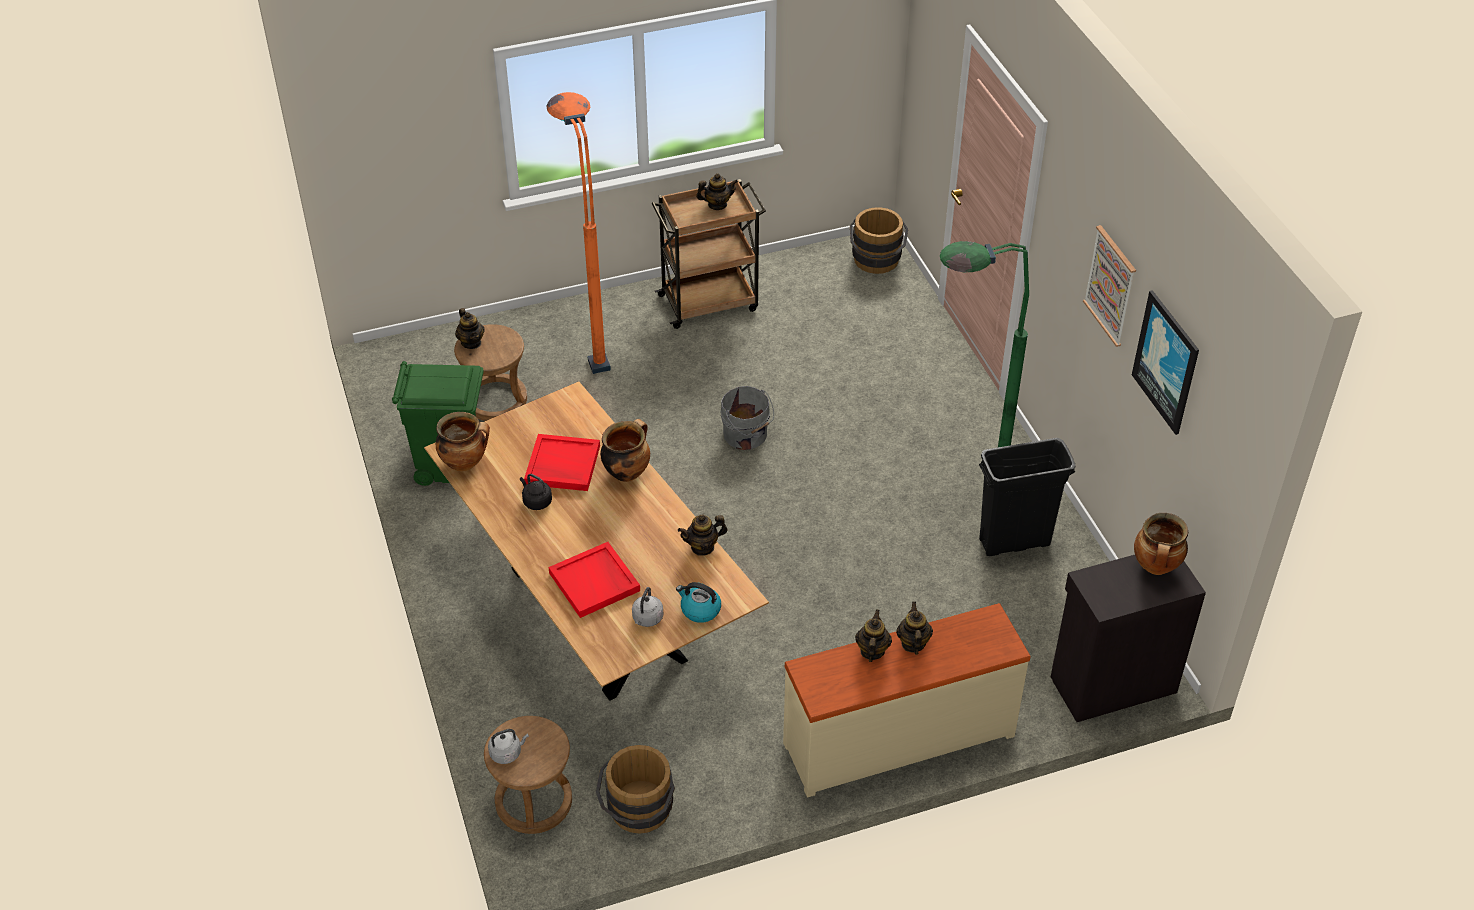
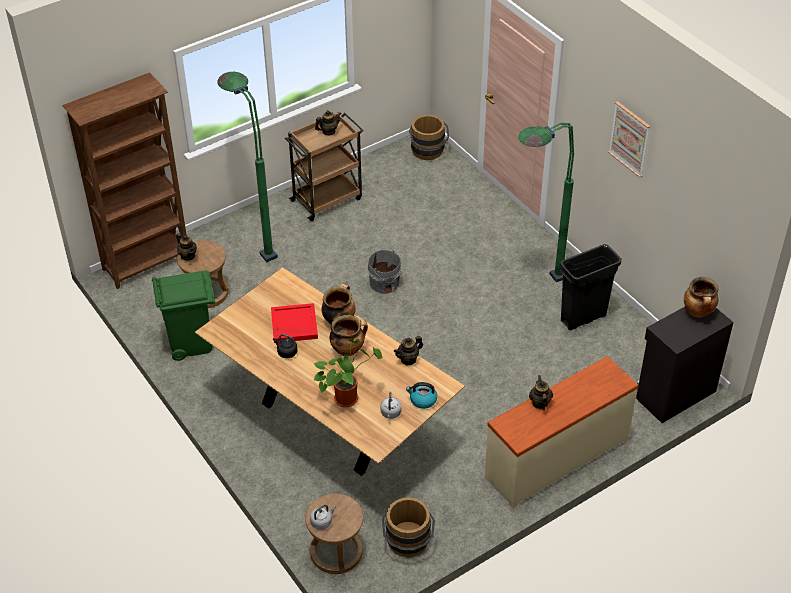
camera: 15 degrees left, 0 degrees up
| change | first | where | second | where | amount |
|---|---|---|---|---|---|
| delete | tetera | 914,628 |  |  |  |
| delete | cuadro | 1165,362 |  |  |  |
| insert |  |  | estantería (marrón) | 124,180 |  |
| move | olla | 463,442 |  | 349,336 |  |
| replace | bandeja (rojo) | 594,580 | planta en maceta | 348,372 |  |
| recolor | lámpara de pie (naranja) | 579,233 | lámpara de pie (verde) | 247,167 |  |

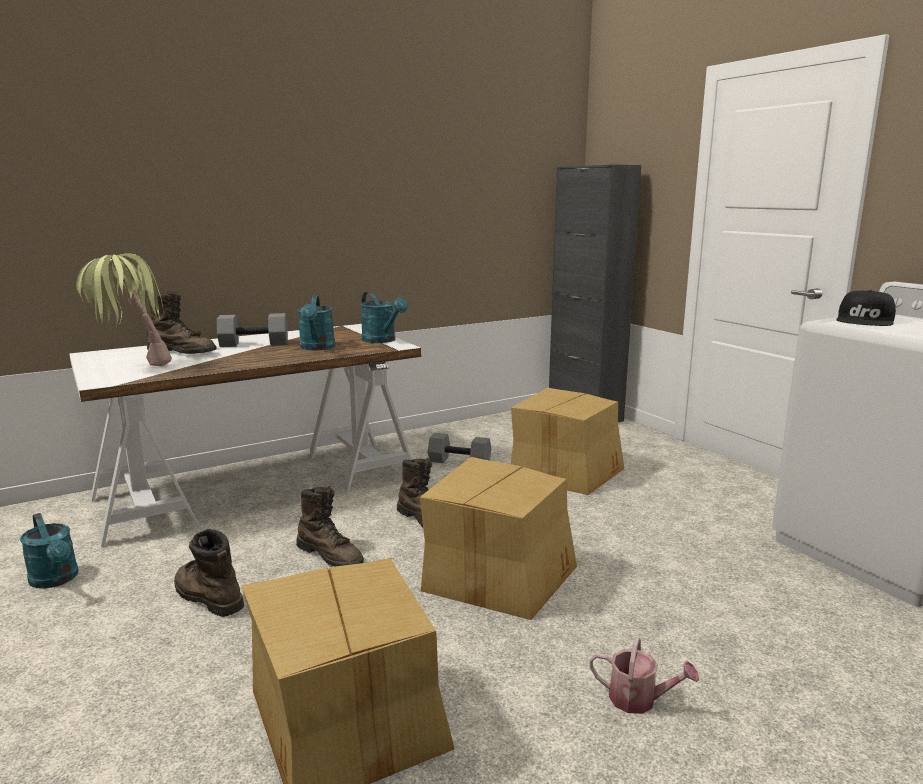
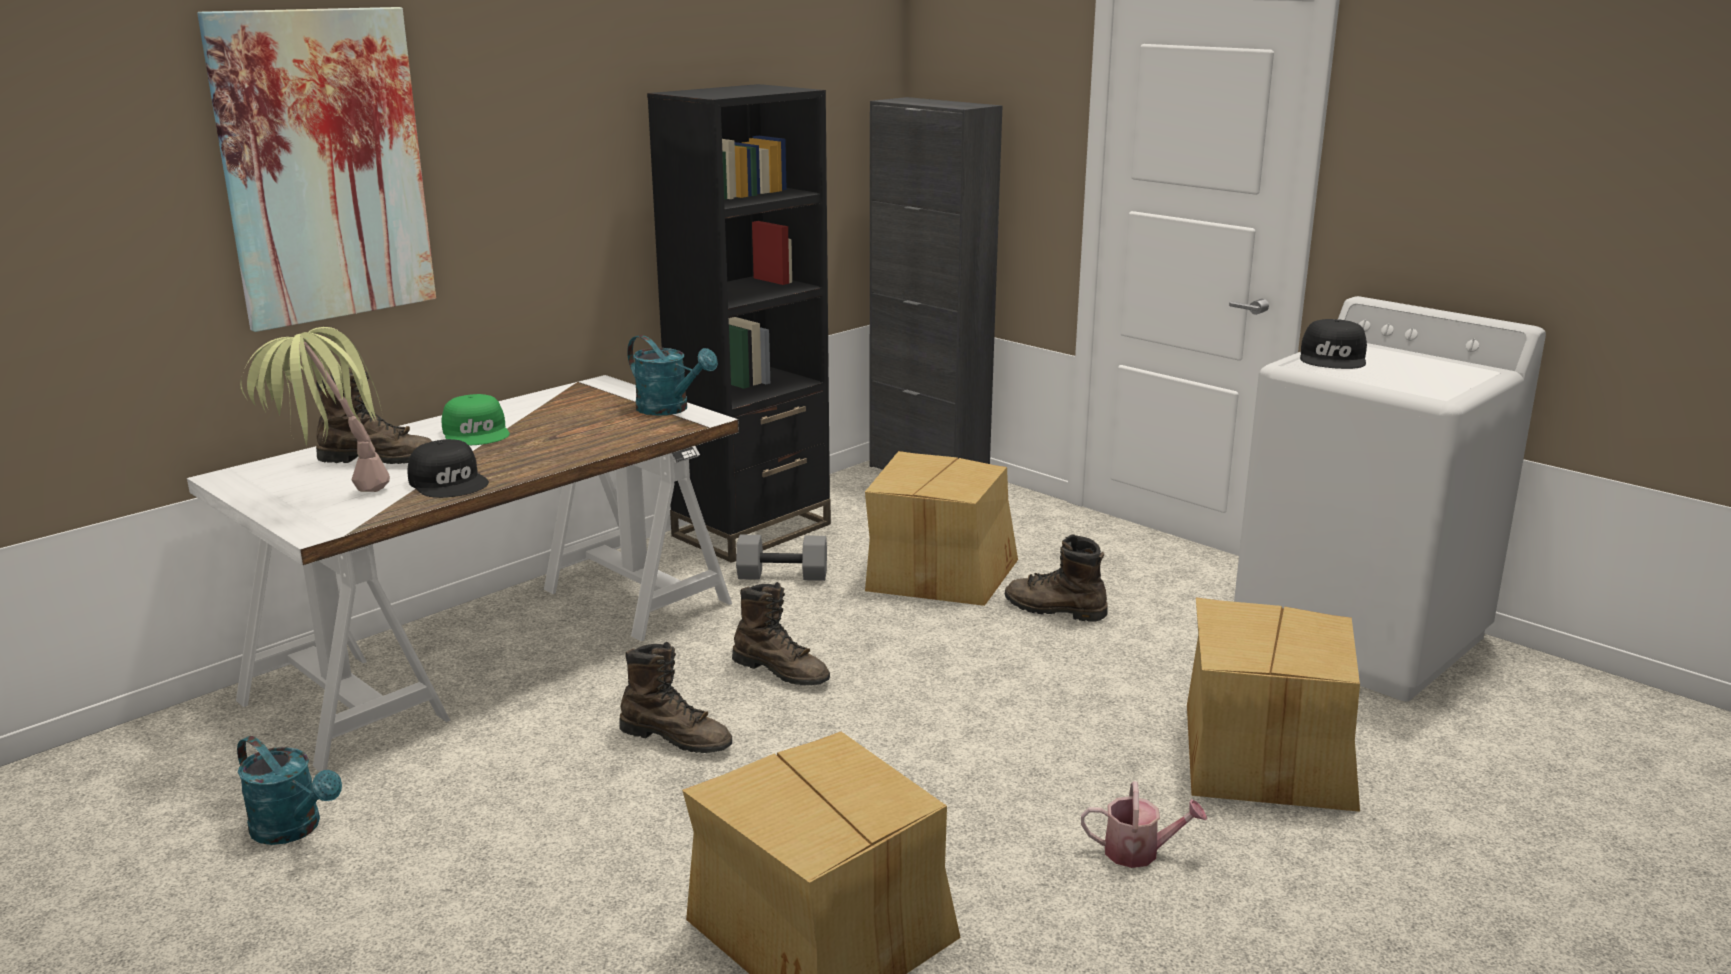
camera: 15 degrees left, 5 degrees up
| change | first | where | second | where | amount |
|---|---|---|---|---|---|
| delete | regadera (turquesa) | 316,323 |  |  |  |
| insert |  |  | cuadro | 316,169 |  |
| insert |  |  | gorra (negro) | 448,468 |  |
| insert |  |  | estantería (negro) | 739,323 |  |
| move | bota (marrón) | 209,573 |  | 1056,578 |  |
| move | caja de cartón | 498,538 |  | 1273,704 |  |
| replace | mancuerna (gris) | 252,330 | gorra (verde) | 475,420 |  |

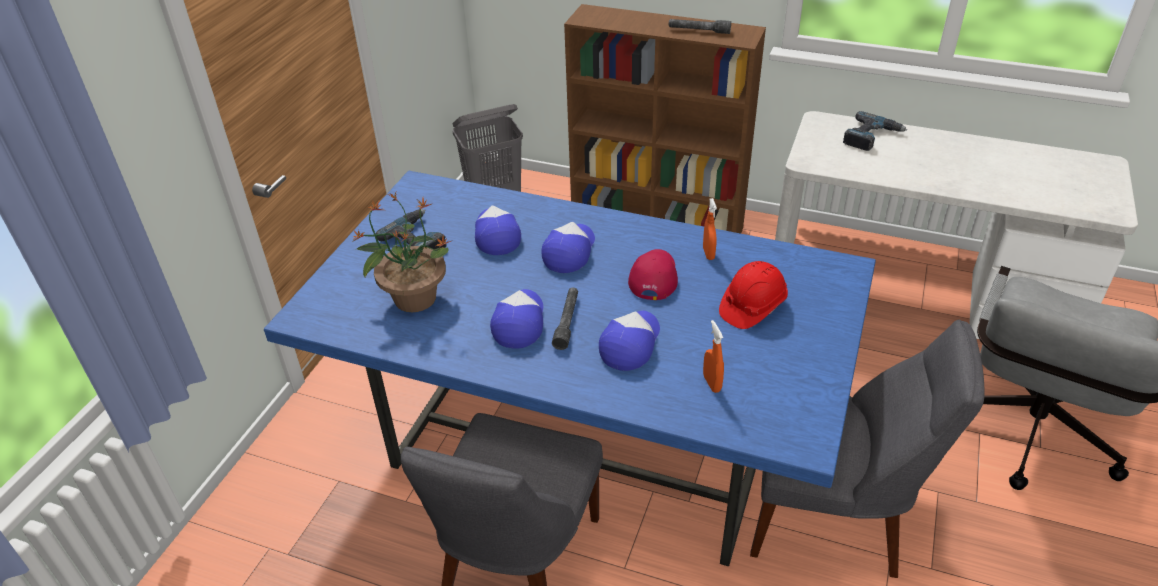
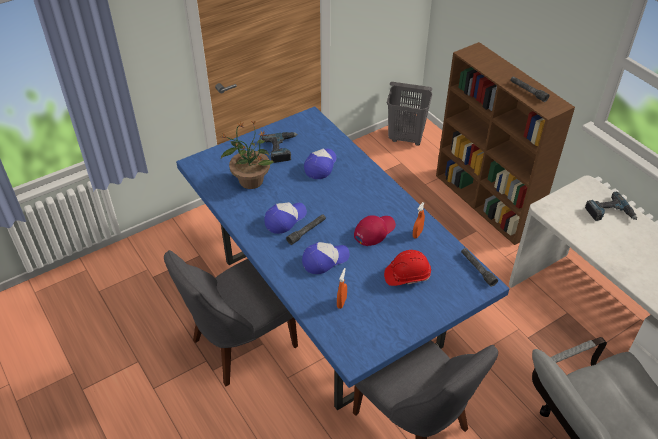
camera: 35 degrees right, 5 degrees up
| change | first | where | second | where | amount |
|---|---|---|---|---|---|
| delete | gorra | 568,247 |  |  |  |
| insert |  |  | linterna (gris) | 479,267 |  |

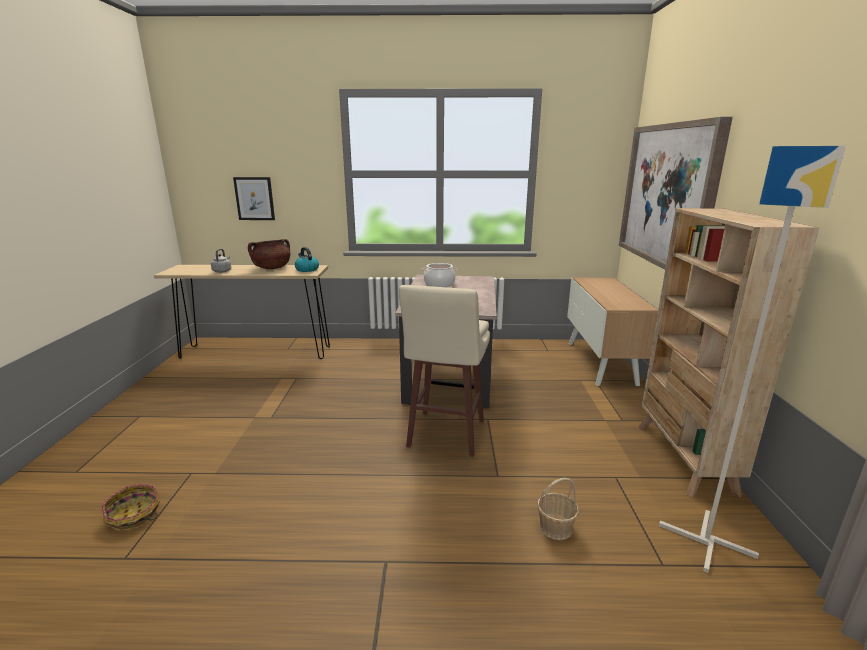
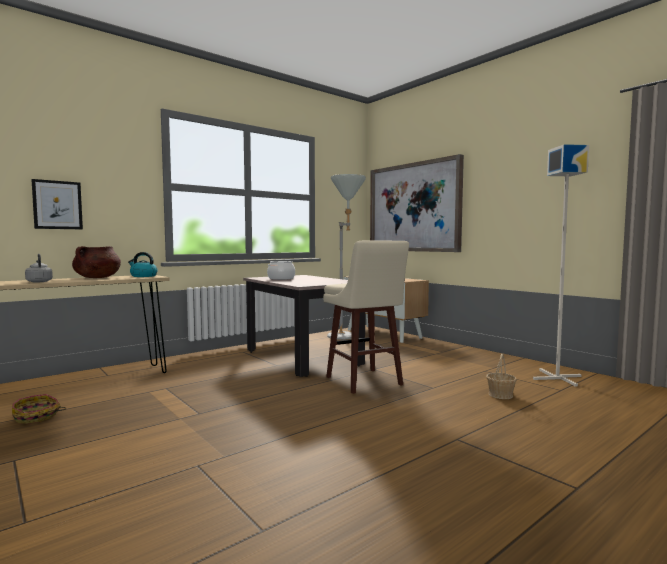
camera: 40 degrees left, 15 degrees down
| change | first | where | second | where | amount |
|---|---|---|---|---|---|
| delete | estantería (beis) | 728,353 |  |  |  |
| insert |  |  | lámpara de pie (gris) | 346,257 |  |
| move | cesta | 131,507 |  | 39,409 |  |

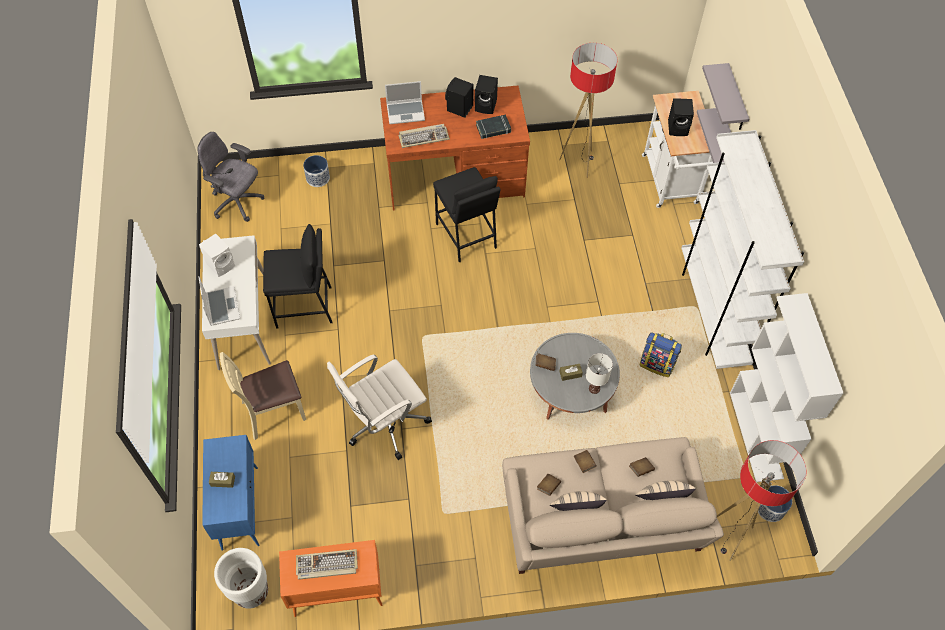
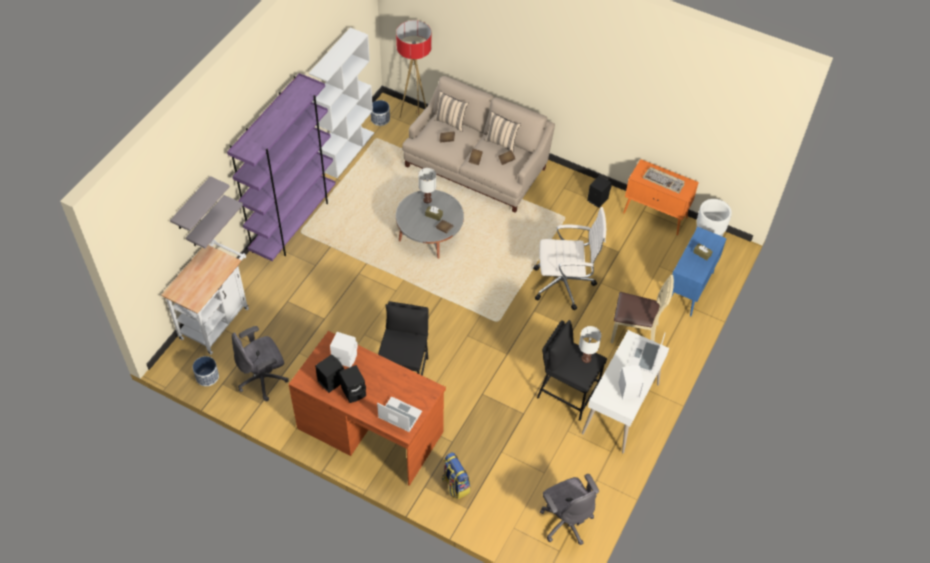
camera: 145 degrees left, 5 degrees down
| change | first | where | second | where | amount |
|---|---|---|---|---|---|
| delete | teclado | 424,136 |  |  |  |
| insert |  |  | lámpara de mesa (blanco) | 590,344 |  |
| move | maceta | 316,171 |  | 206,371 |  |
| move | mochila | 661,355 |  | 456,476 |  |
| move | altavoz (negro) | 681,117 |  | 599,192 |  |
| replace | libro (negro) | 493,126 | altavoz (blanco) | 344,350 |  |
| replace | lámpara de pie | 588,110 | silla de oficina (gris) | 260,363 |  |
| recolor | estantería (blanco) | 742,249 | estantería (morado) | 281,167 |  |

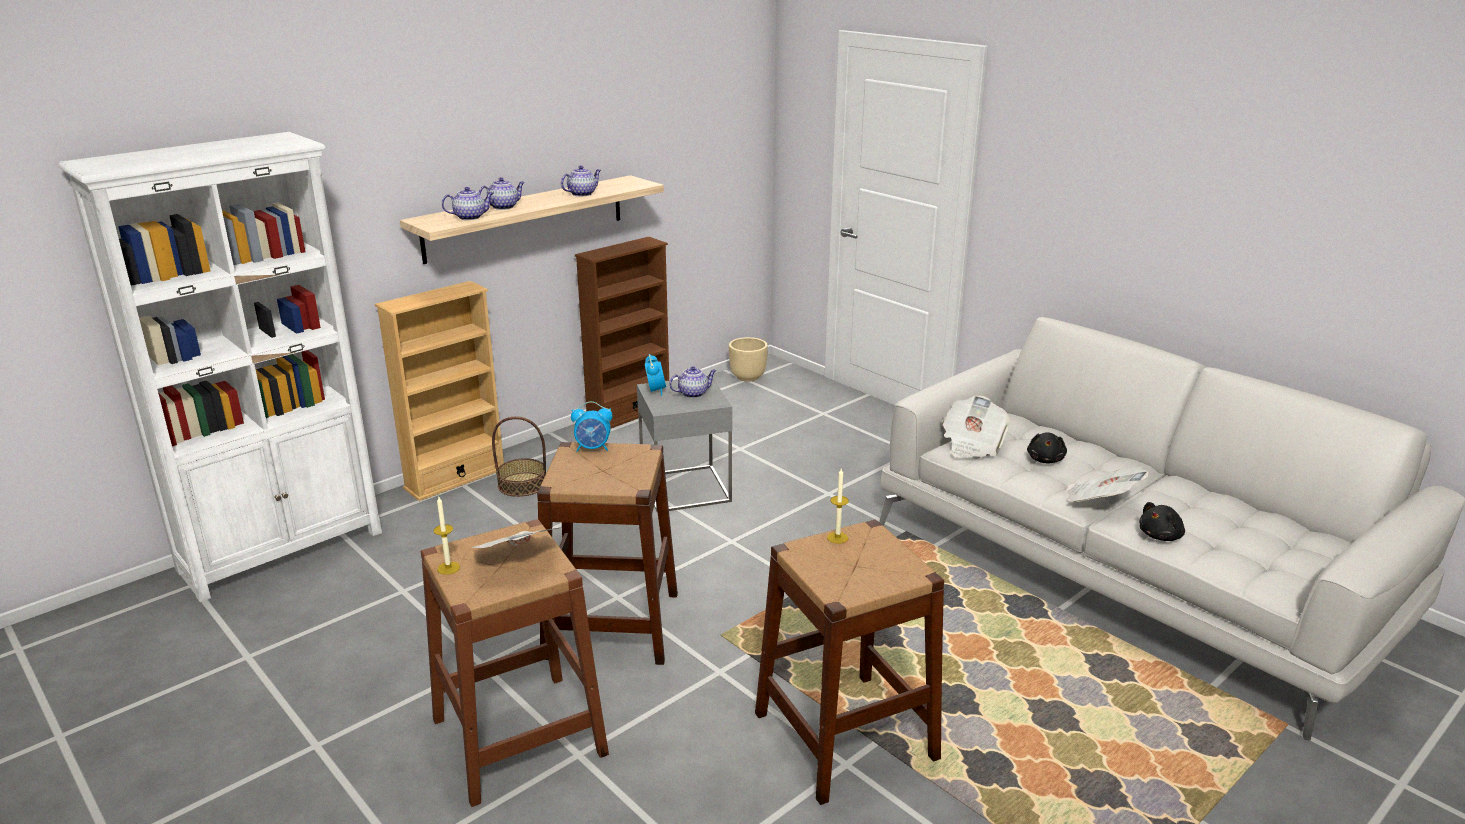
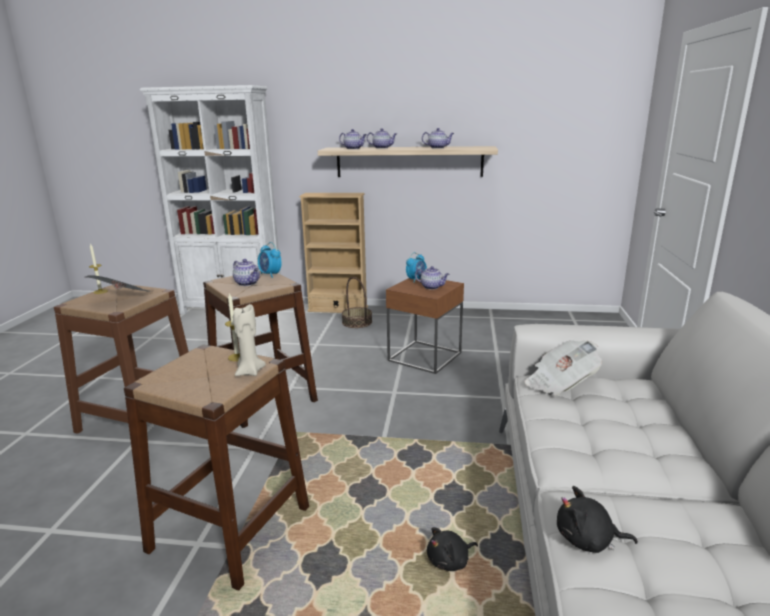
camera: 50 degrees right, 5 degrees down
| change | first | where | second | where | amount |
|---|---|---|---|---|---|
| delete | estantería (marrón) | 622,332 |  |  |  |
| delete | maceta (beis) | 748,359 |  |  |  |
| delete | periódico | 1108,484 |  |  |  |
| insert |  |  | tetera | 246,272 |  |
| insert |  |  | vela (beis) | 249,340 |  |
| move | peluche (negro) | 1047,447 |  | 452,549 |  |
| recolor | mesa auxiliar (gris) | 684,446 | mesa auxiliar (marrón) | 425,326 |  |

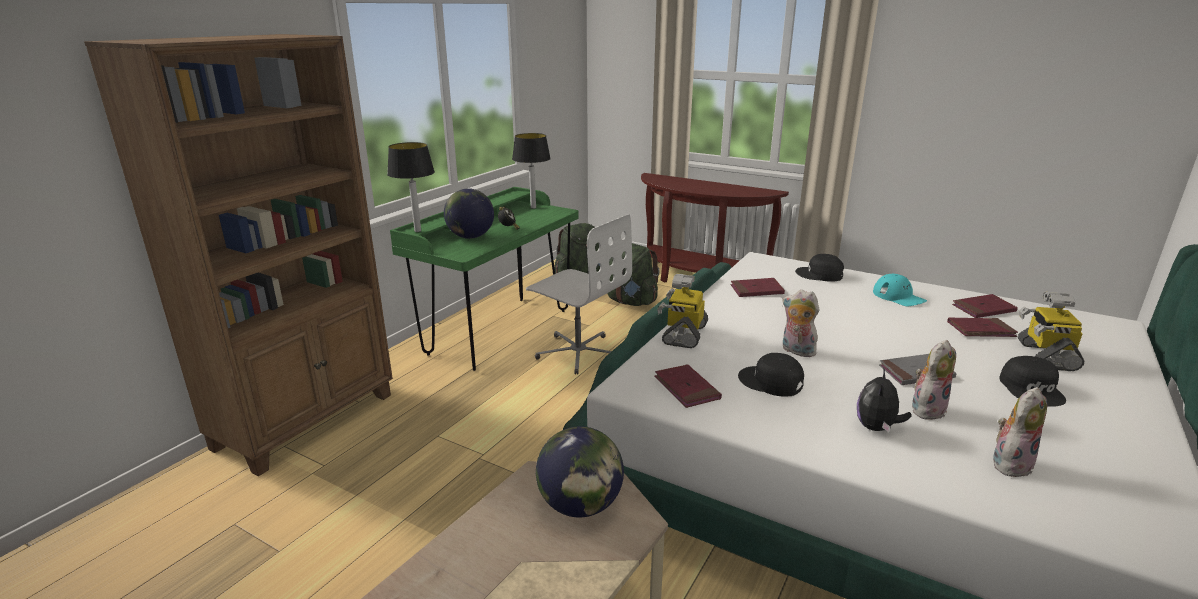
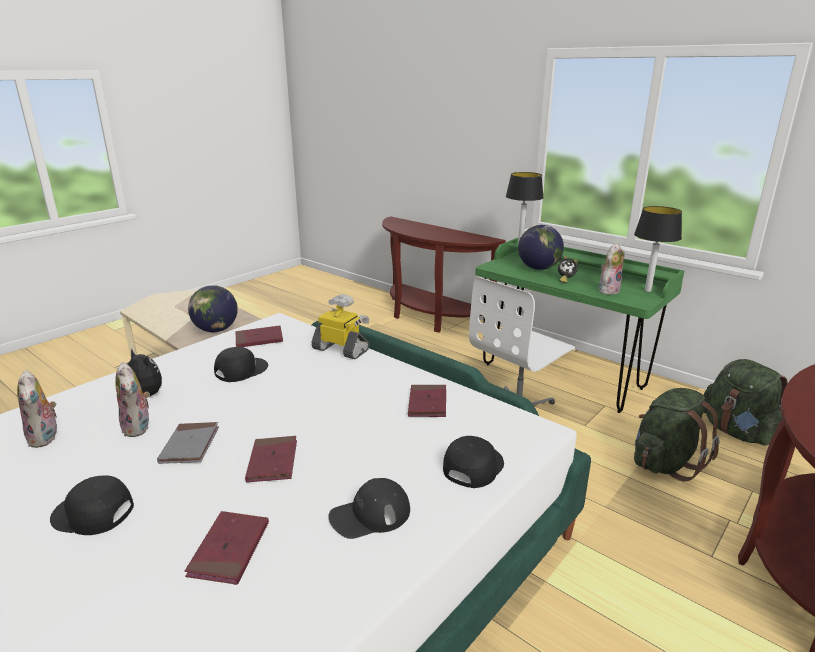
camera: 100 degrees right, 0 degrees up
| change | first | where | second | where | amount |
|---|---|---|---|---|---|
| delete | robot de juguete | 1051,331 |  |  |  |
| move | peluche | 801,323 |  | 612,269 |  |
| move | libro (rojo) | 985,306 |  | 271,459 |  |
| replace | estantería (marrón) | 238,255 | mesa consola (marrón) | 444,274 |  |
| recolor | gorra (turquesa) | 900,290 | gorra (negro) | 369,508 |  |

